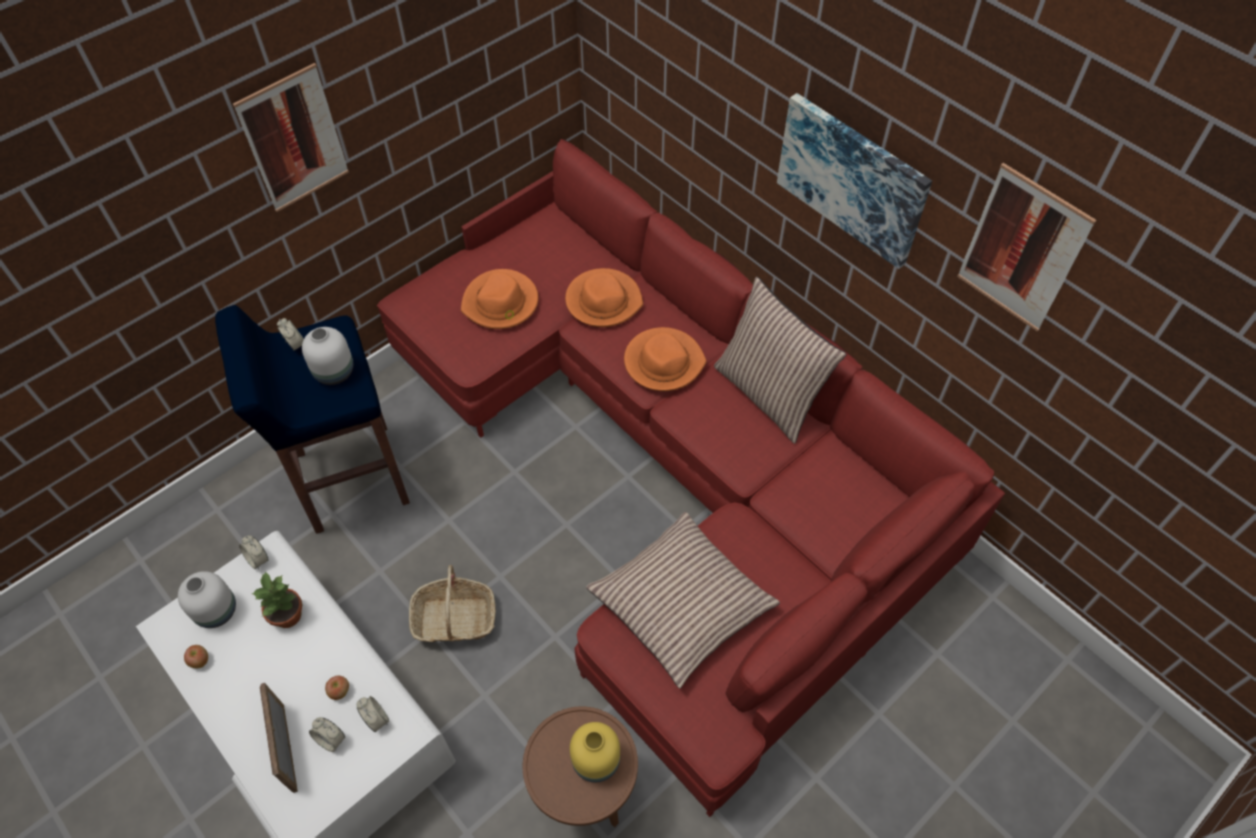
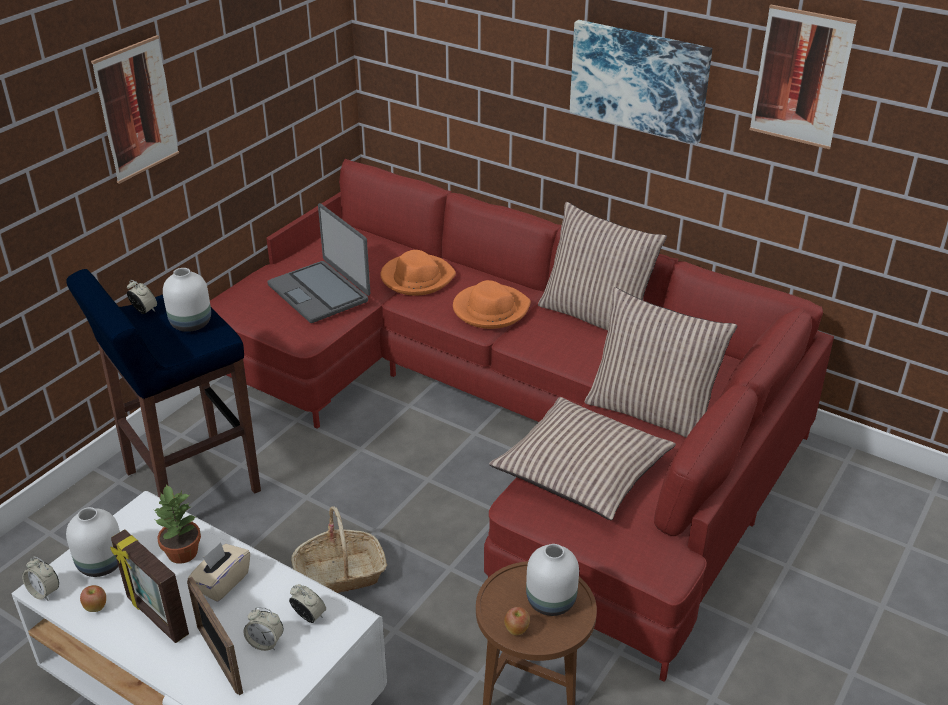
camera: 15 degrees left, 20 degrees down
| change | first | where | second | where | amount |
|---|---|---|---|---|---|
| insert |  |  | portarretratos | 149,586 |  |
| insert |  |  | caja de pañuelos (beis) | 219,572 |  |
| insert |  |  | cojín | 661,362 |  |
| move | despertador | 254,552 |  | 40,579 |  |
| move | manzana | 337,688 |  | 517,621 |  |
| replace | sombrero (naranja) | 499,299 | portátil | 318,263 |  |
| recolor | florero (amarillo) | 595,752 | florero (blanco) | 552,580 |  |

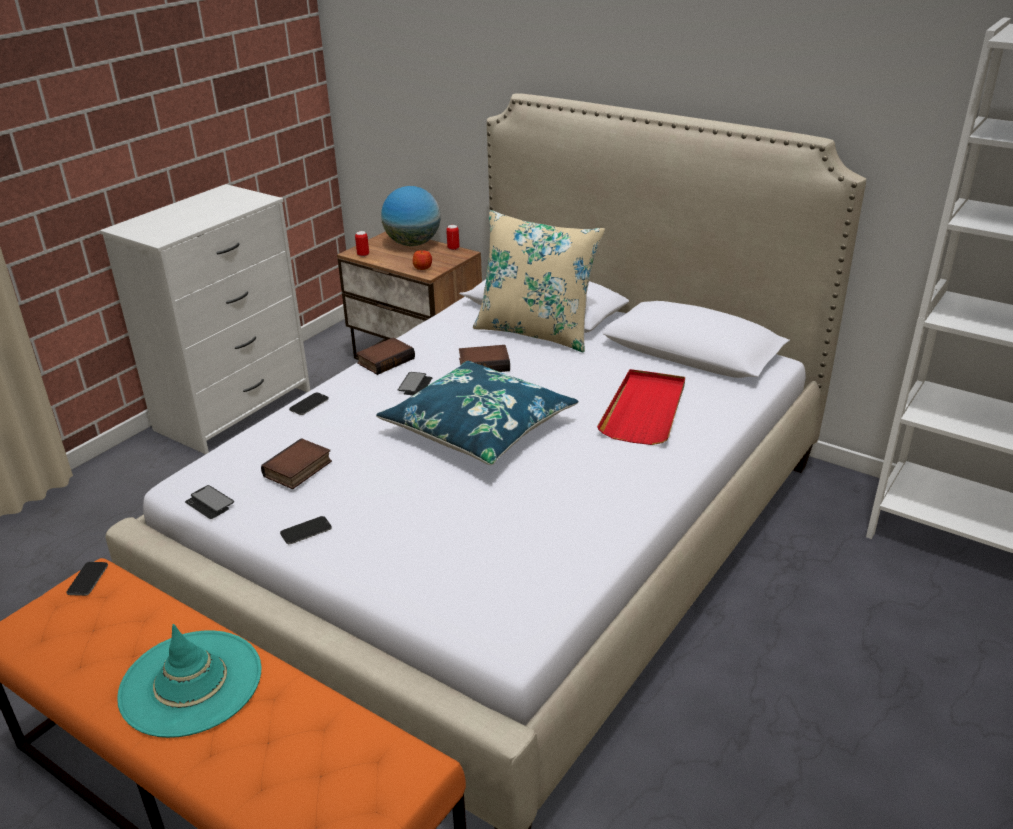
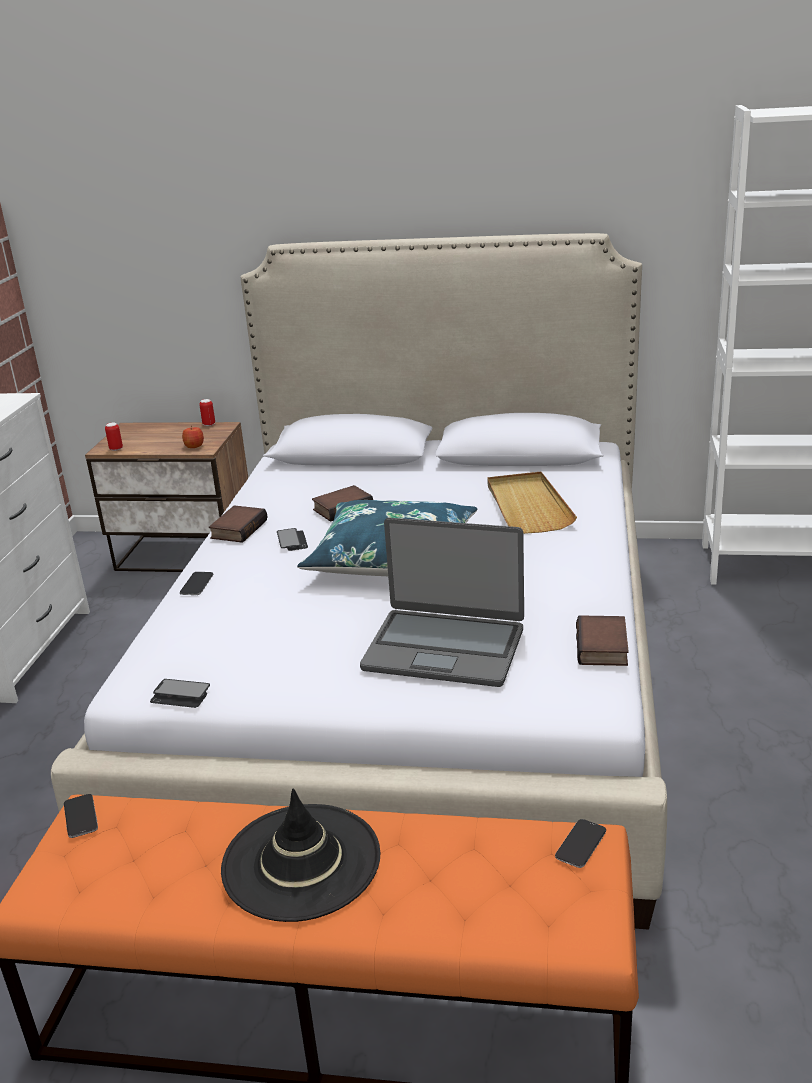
camera: 25 degrees left, 5 degrees down
| change | first | where | second | where | amount |
|---|---|---|---|---|---|
| delete | globo terráqueo | 410,216 |  |  |  |
| delete | cojín (beis) | 539,281 |  |  |  |
| insert |  |  | portátil | 442,602 |  |
| move | libro | 296,463 |  | 602,641 |  |
| move | móvil | 306,530 |  | 580,843 |  |
| recolor | sombrero (turquesa) | 189,681 | sombrero (negro) | 300,855 |  |
| recolor | bandeja (rojo) | 641,407 | bandeja (beis) | 532,503 |  |

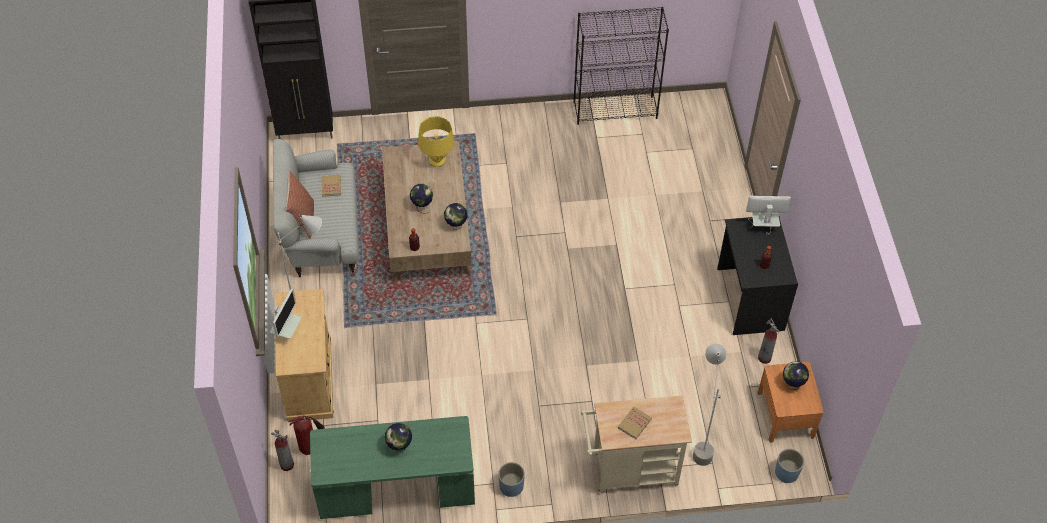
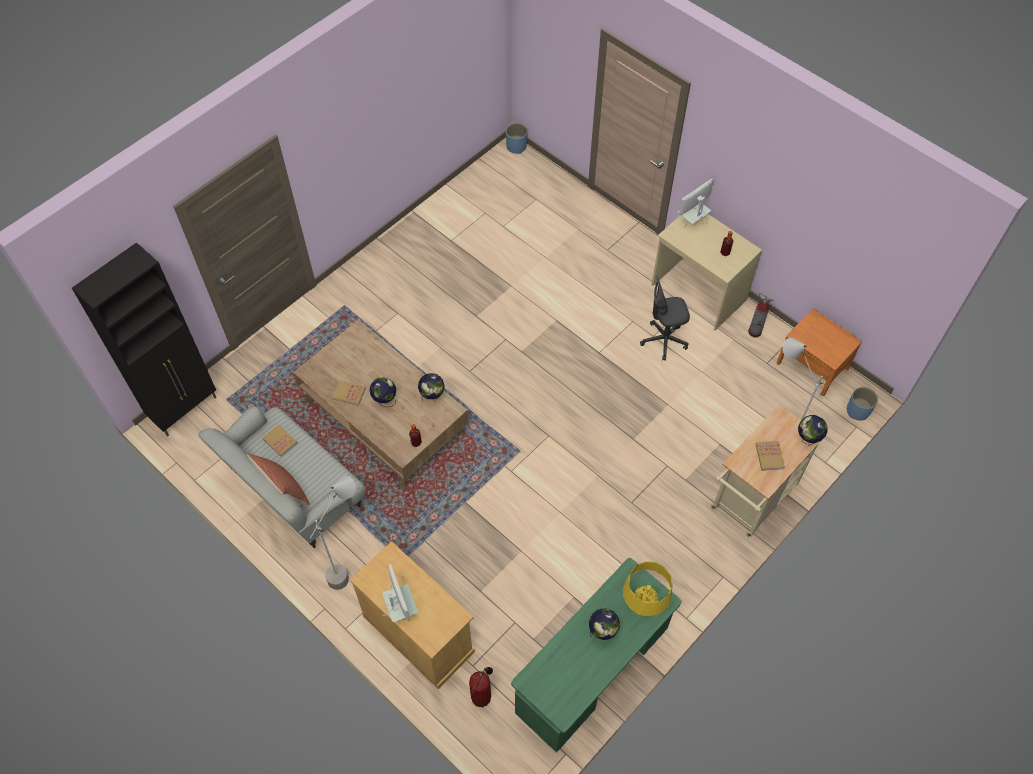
camera: 40 degrees left, 5 degrees up
| change | first | where | second | where | amount |
|---|---|---|---|---|---|
| delete | extintor | 282,450 |  |  |  |
| delete | estantería (negro) | 621,66 |  |  |  |
| insert |  |  | libro | 349,393 |  |
| insert |  |  | silla de oficina (gris) | 665,318 |  |
| move | lámpara de mesa (amarillo) | 436,141 |  | 647,589 |  |
| move | maceta (azul) | 511,479 |  | 517,138 |  |
| move | globo terráqueo | 796,375 |  | 812,430 |  |
| recolor | escritorio (negro) | 757,276 | escritorio (beis) | 707,272 |  |

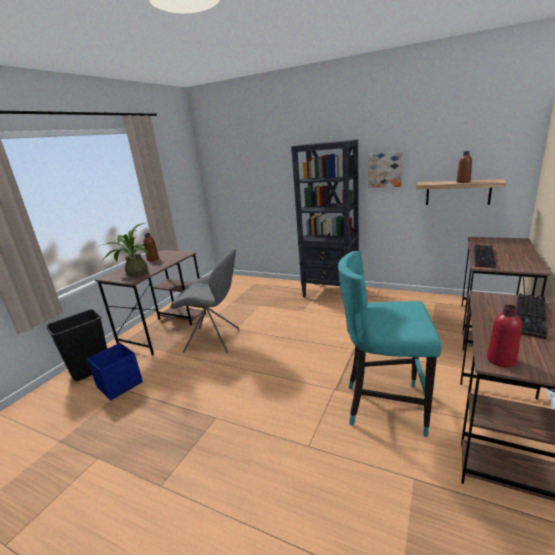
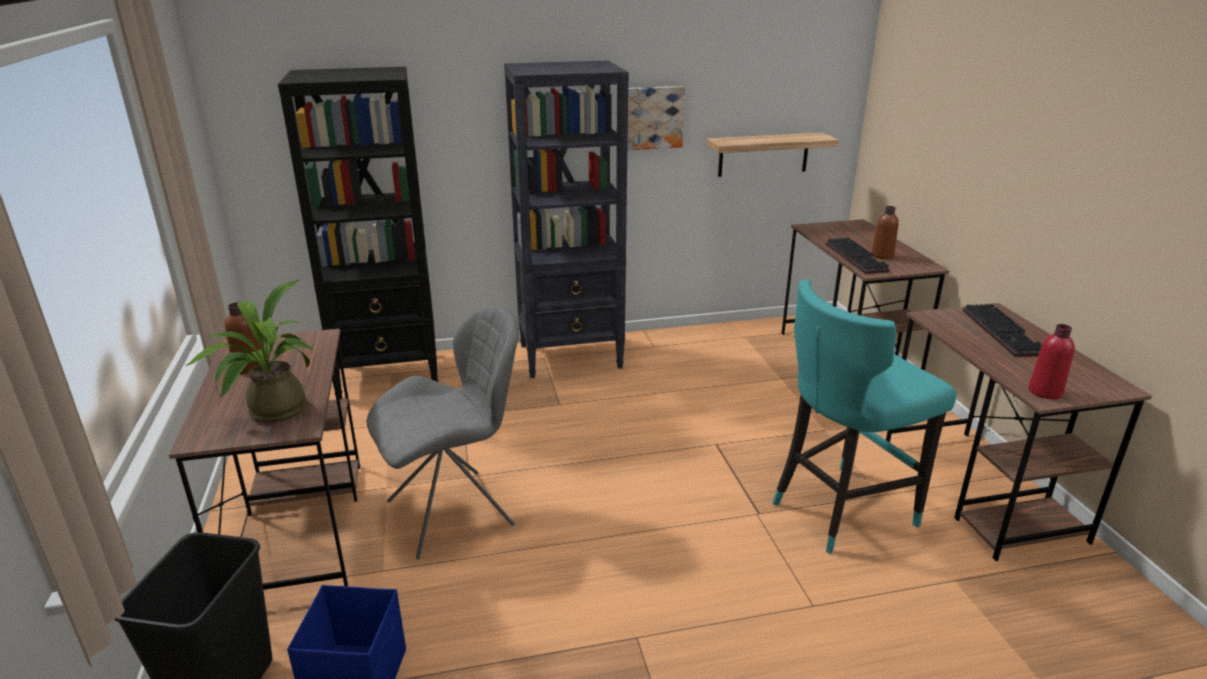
camera: 40 degrees left, 5 degrees up
| change | first | where | second | where | amount |
|---|---|---|---|---|---|
| insert |  |  | estantería (negro) | 358,233 |  |
| move | botella (marrón) | 464,167 |  | 885,233 |  |

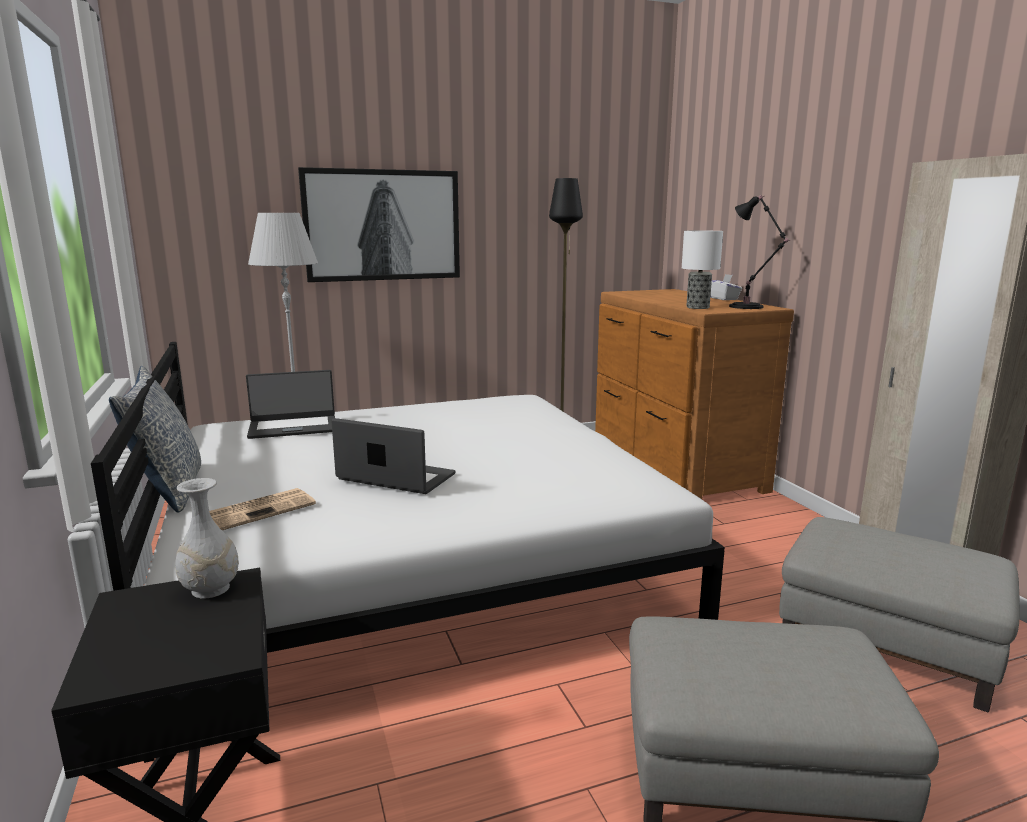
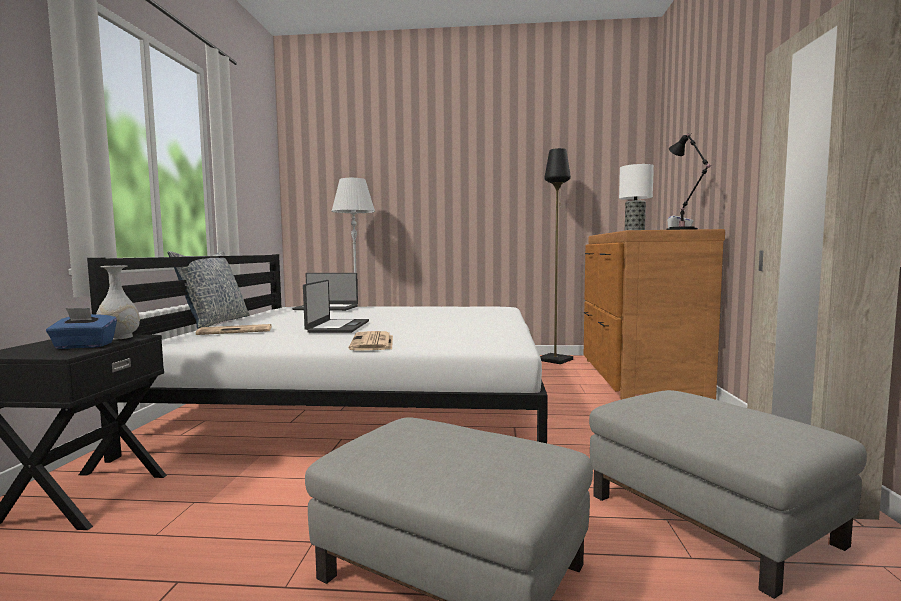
camera: 25 degrees right, 10 degrees down
| change | first | where | second | where | amount |
|---|---|---|---|---|---|
| delete | cuadro | 379,224 |  |  |  |
| insert |  |  | caja de pañuelos (azul) | 81,328 |  |
| insert |  |  | periódico | 371,341 |  |
| rotate | portátil | 393,456 |  | 336,306 | 45 degrees clockwise |

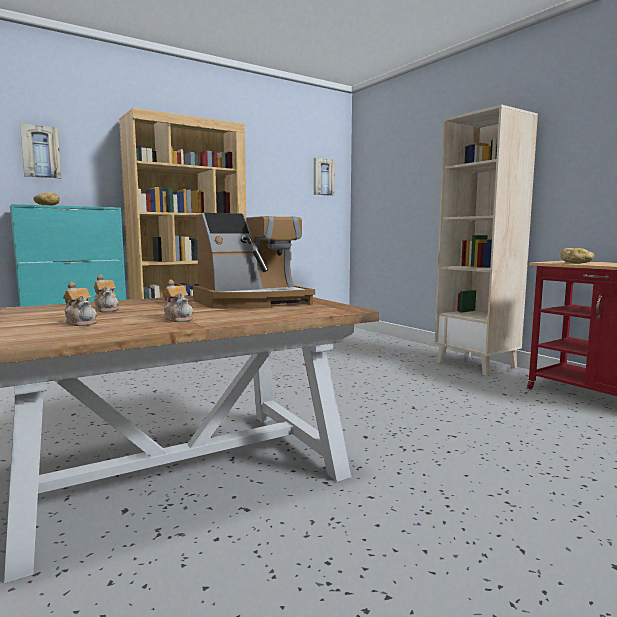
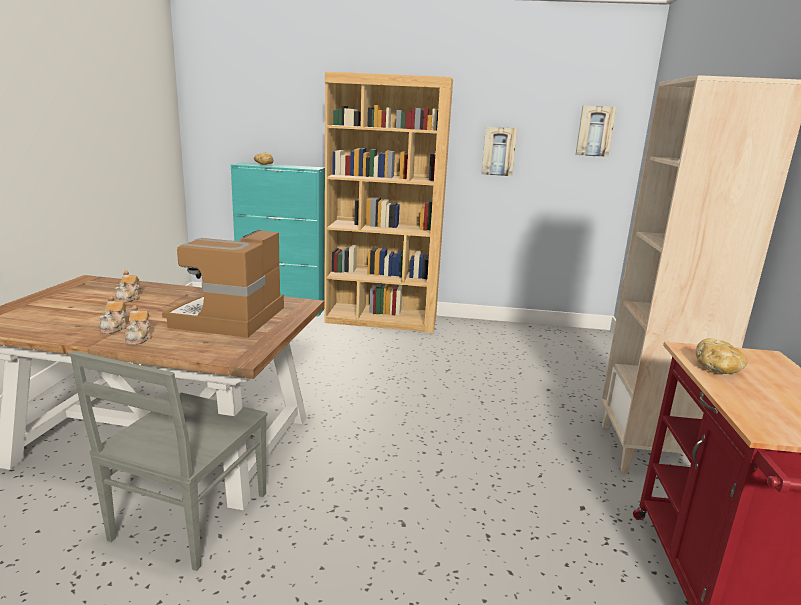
camera: 40 degrees right, 10 degrees up
| change | first | where | second | where | amount |
|---|---|---|---|---|---|
| insert |  |  | silla (gris) | 169,461 |  |
| move | cuadro | 41,151 |  | 499,151 |  |
| move | tetera | 80,304 |  | 138,325 |  |
| rotate | cafetera | 254,261 |  | 223,283 | 90 degrees clockwise |

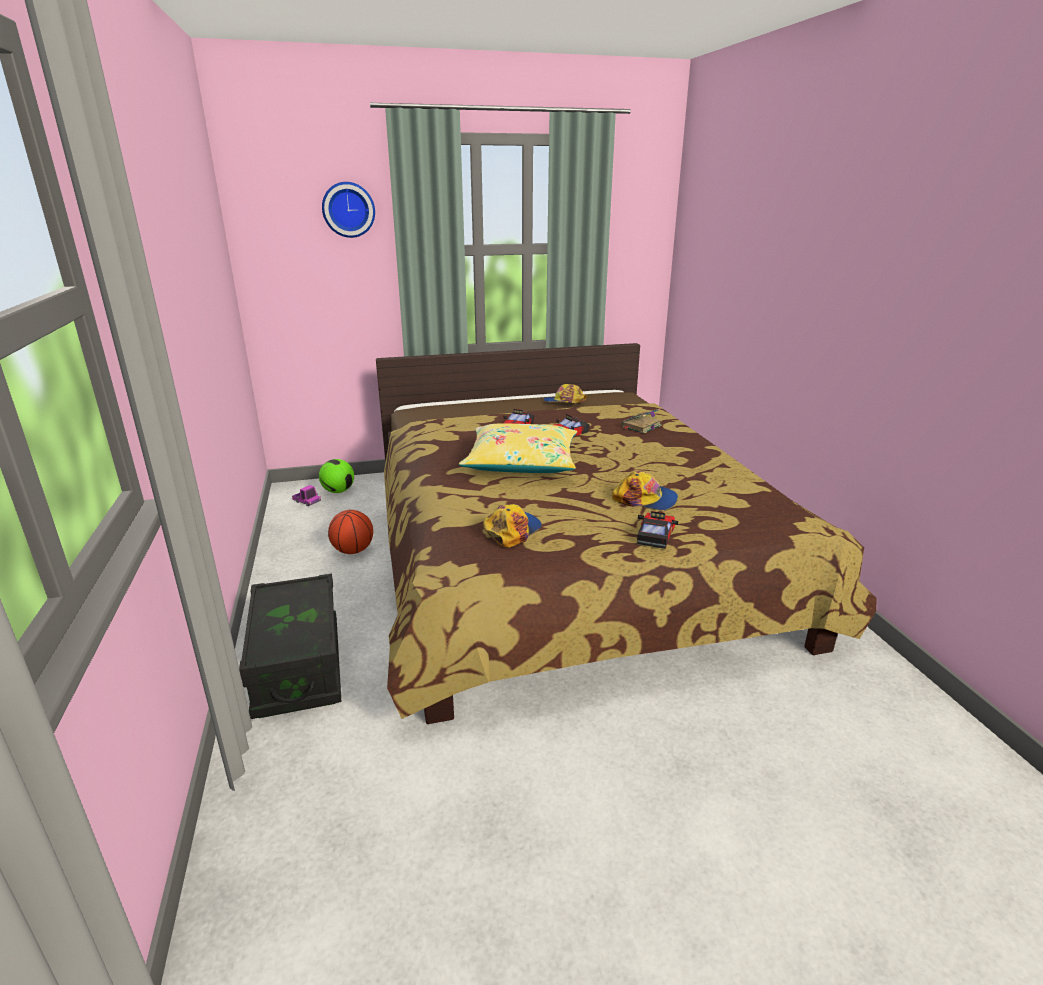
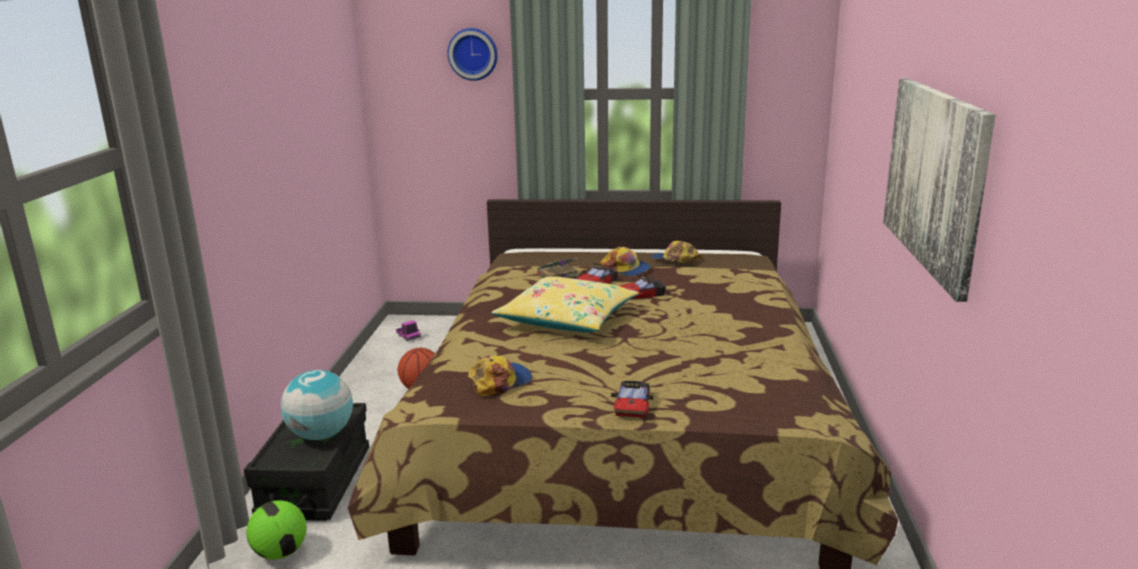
camera: 20 degrees right, 5 degrees down
| change | first | where | second | where | amount |
|---|---|---|---|---|---|
| insert |  |  | globo terráqueo | 317,405 |  |
| insert |  |  | cuadro | 939,190 |  |
| move | balón de fútbol | 336,476 |  | 276,530 |  |
| move | gorra | 645,490 |  | 625,261 |  |
| move | libro | 641,421 |  | 556,268 |  |
| rotate | coche de juguete | 657,530 |  | 632,399 | 150 degrees clockwise |

